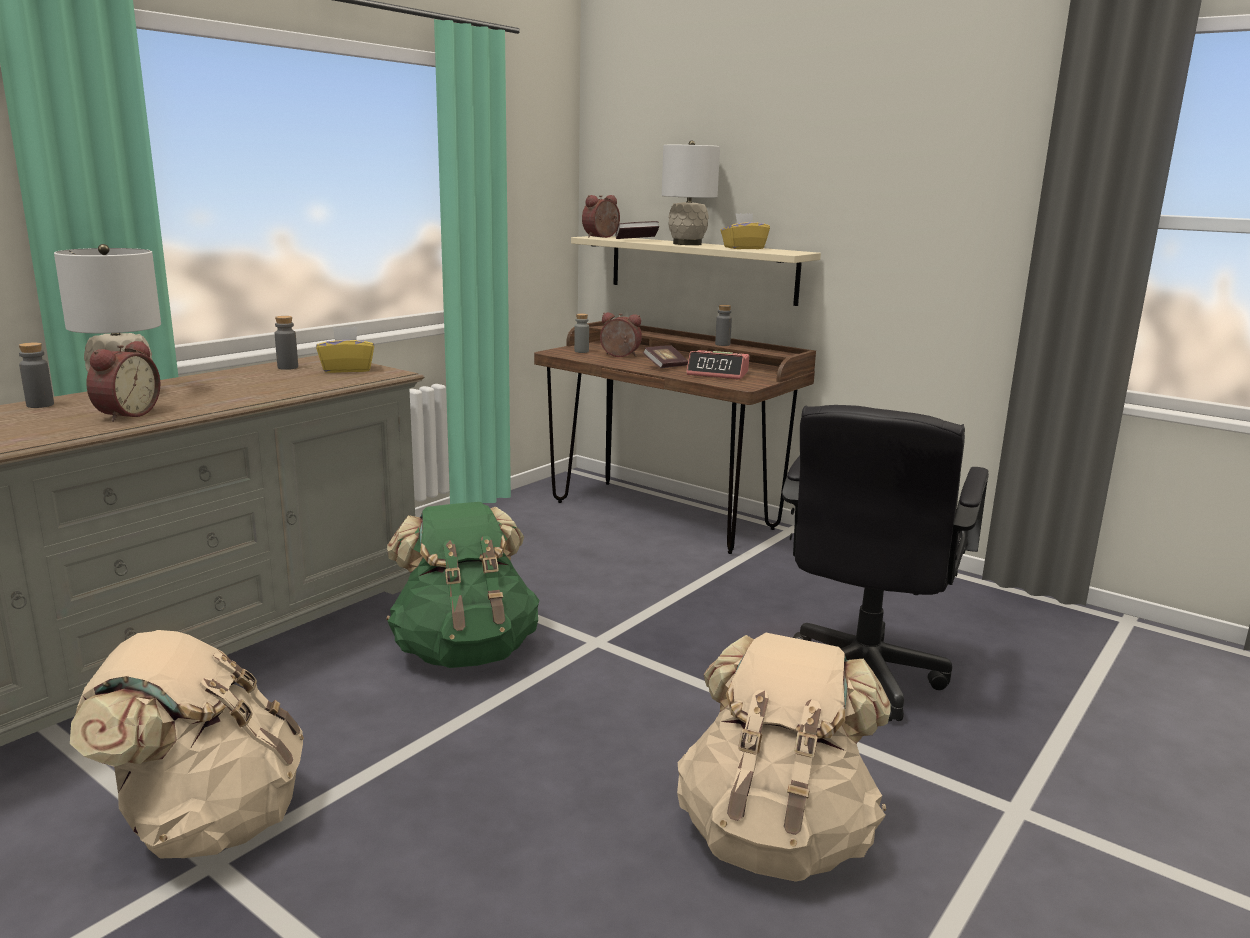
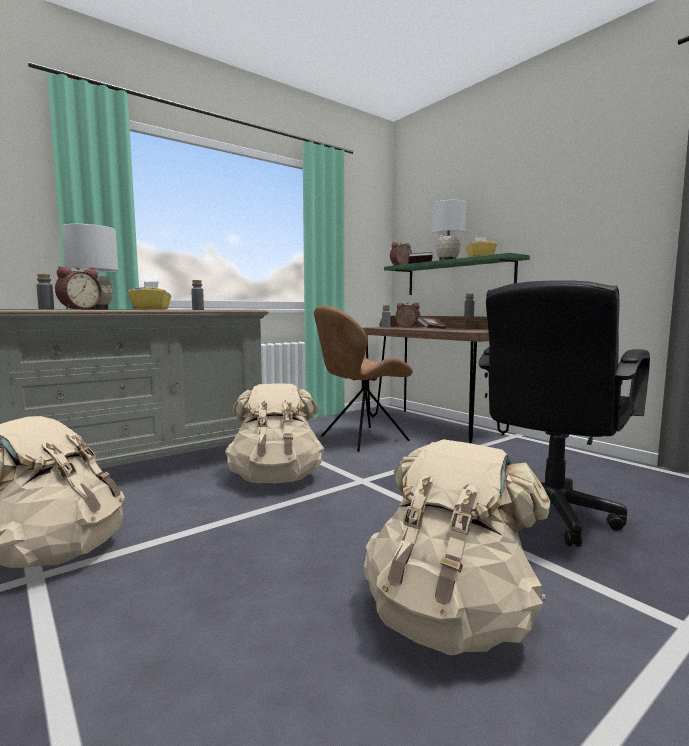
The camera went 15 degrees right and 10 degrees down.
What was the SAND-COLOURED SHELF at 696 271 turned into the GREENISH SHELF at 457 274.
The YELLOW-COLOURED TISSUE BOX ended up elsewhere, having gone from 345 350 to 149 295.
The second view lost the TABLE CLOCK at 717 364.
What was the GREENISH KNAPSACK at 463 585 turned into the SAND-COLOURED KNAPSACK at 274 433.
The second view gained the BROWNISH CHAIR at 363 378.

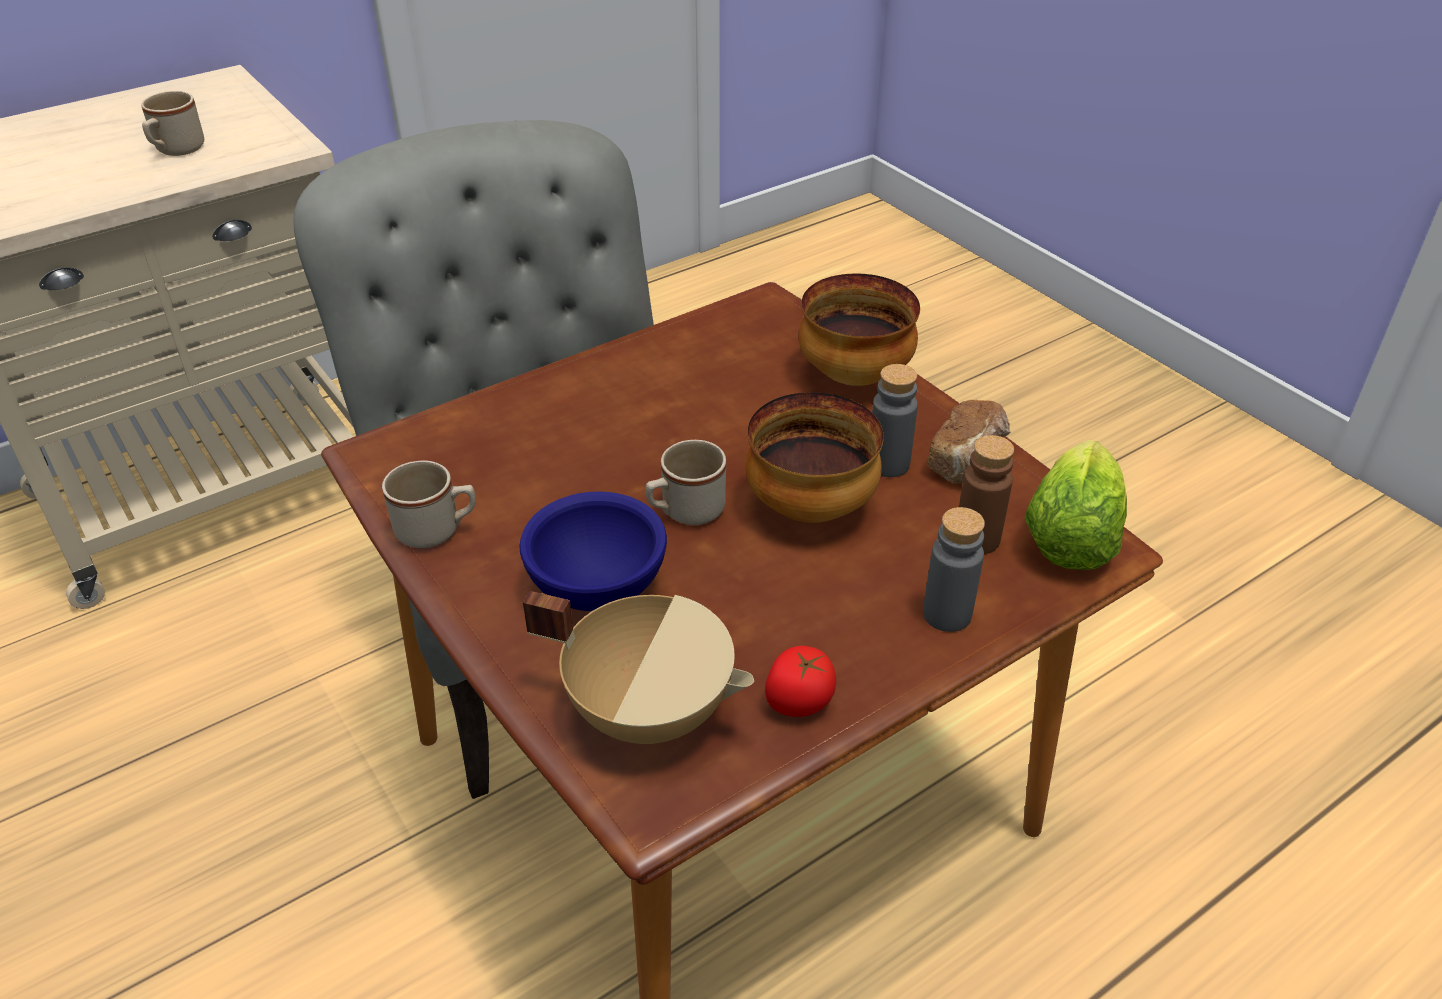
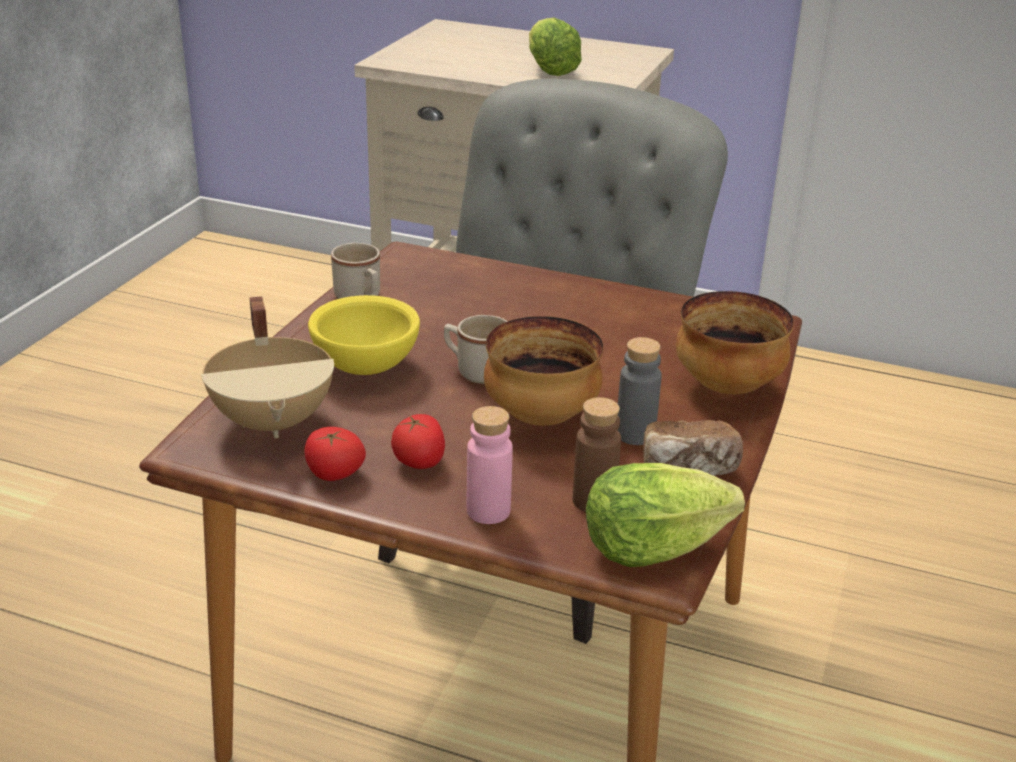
The camera went 55 degrees right and 10 degrees down.
Where the SAND-COLOURED COFFEE MUG stood at 172 123, the HEAD OF LETTUCE came to stand at 555 47.
What was the BLUISH BOWL at 593 551 turned into the YELLOW-COLOURED BOWL at 364 335.
What was the GREYISH BOTTLE at 954 569 turned into the PINK BOTTLE at 490 465.
The second view gained the TOMATO at 418 441.

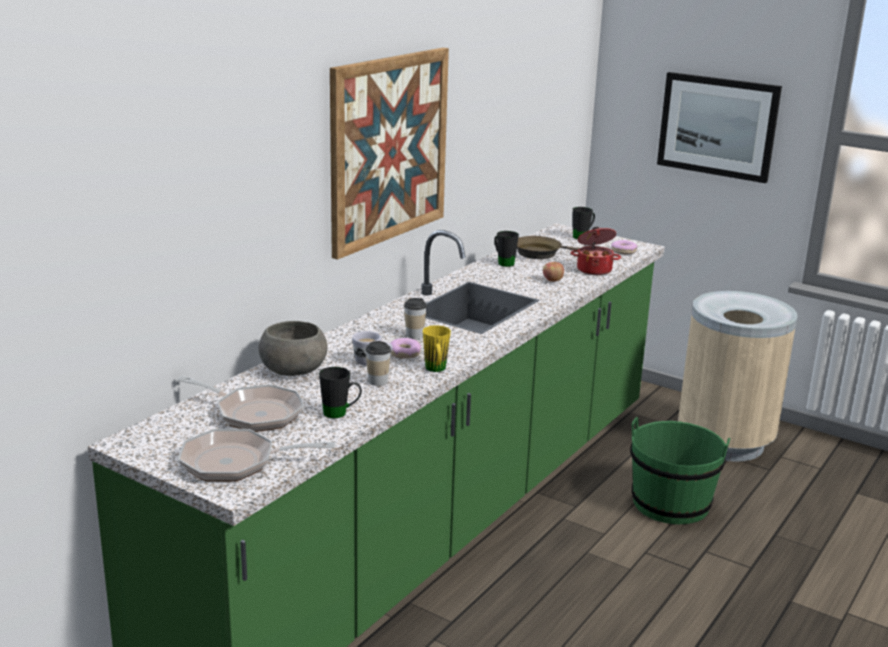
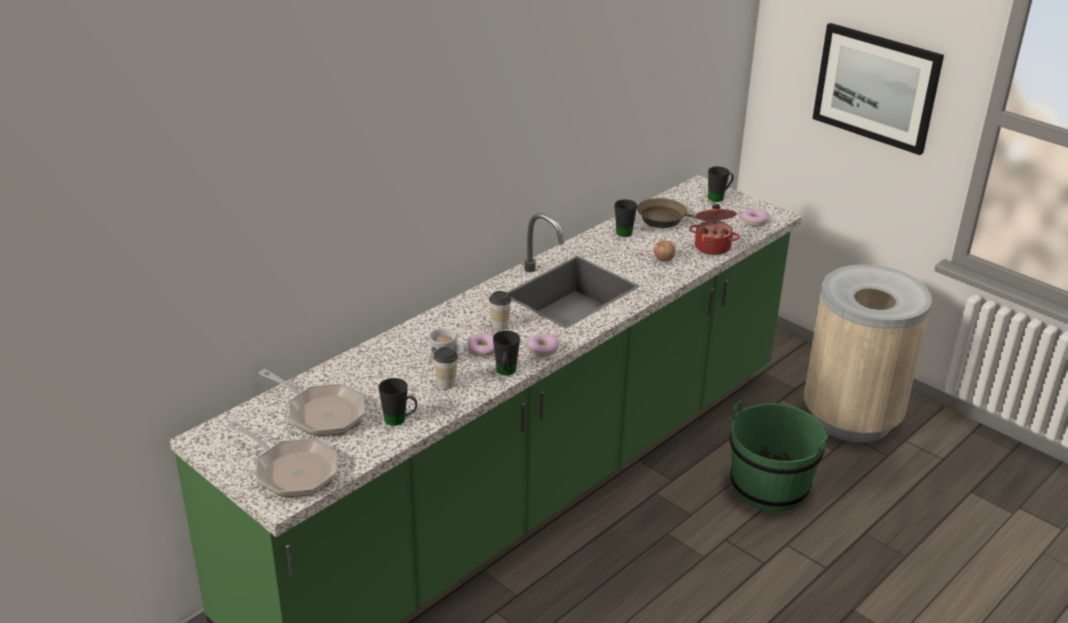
The camera went 10 degrees right and 10 degrees up.
The second view lost the WALL ART at 389 154.
The second view lost the GREYISH BOWL at 293 348.
What was the YELLOW-COLOURED COFFEE MUG at 437 348 turned into the BLACKISH COFFEE MUG at 506 353.
The FRYING PAN at 256 455 ended up facing another way, 150 degrees counterclockwise from before.
The second view gained the RING DOUGHNUT at 543 345.

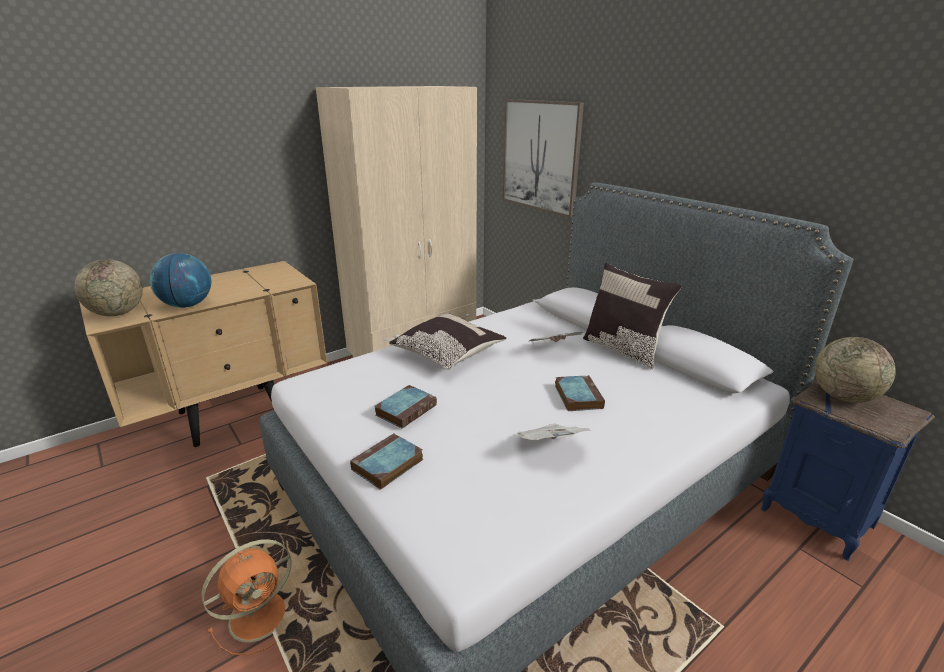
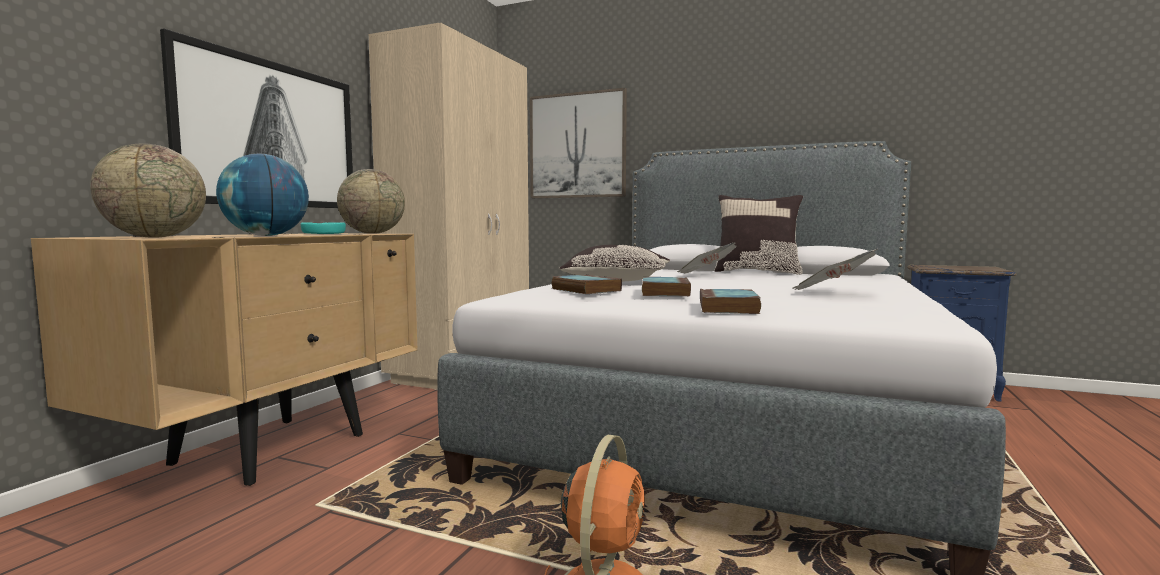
The camera went 30 degrees left and 20 degrees down.
The GLOBE ended up elsewhere, having gone from 855 370 to 371 201.
The BOUND BOOK ended up elsewhere, having gone from 580 393 to 587 284.
The second view gained the WALL ART at 256 118.
The second view gained the TURQUOISE-COLOURED BOWL at 323 228.

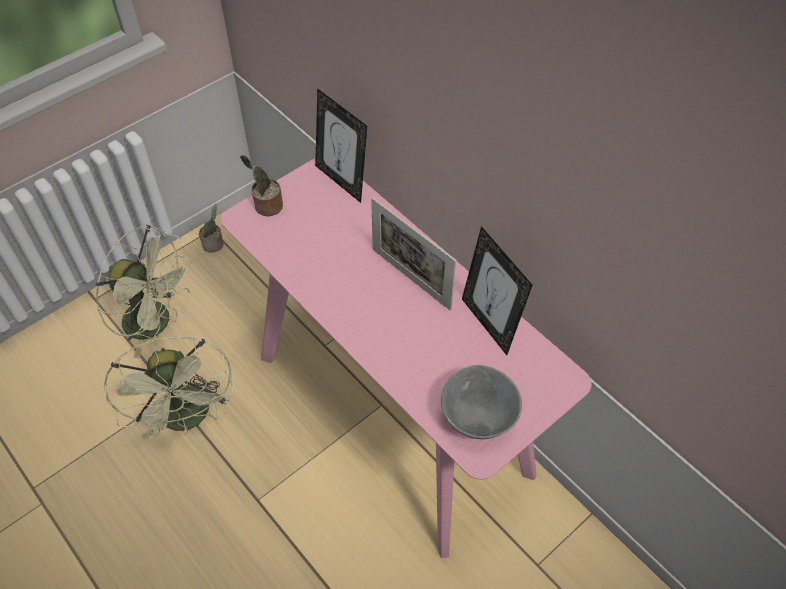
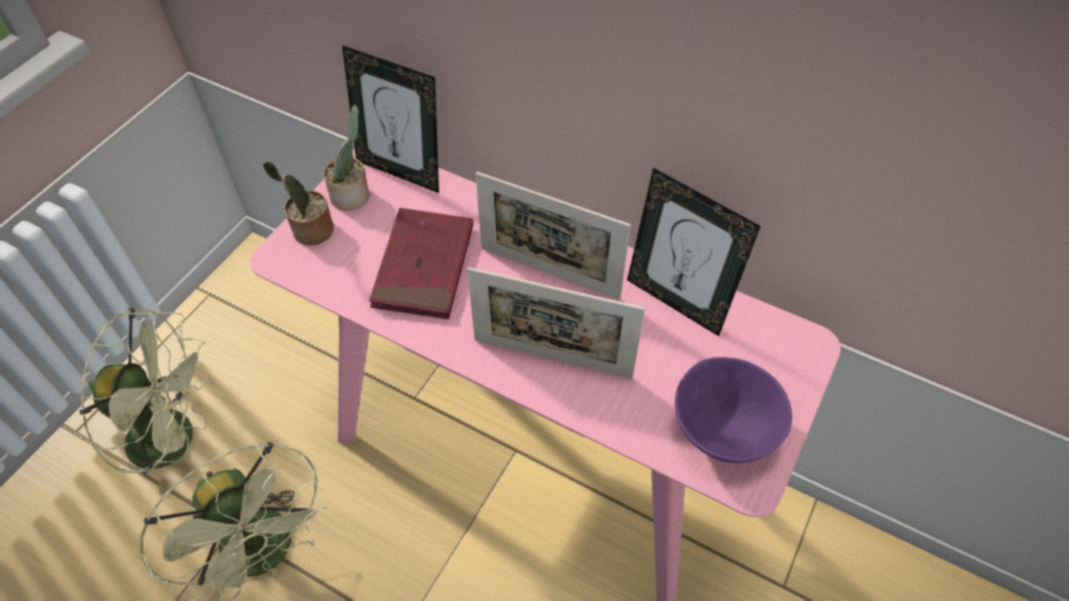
The camera went 20 degrees left and 0 degrees up.
The PLANT IN A POT ended up elsewhere, having gone from 211 228 to 346 158.
What was the GREYISH BOWL at 481 402 turned into the PURPLISH BOWL at 733 410.
The second view gained the RED-COLOURED BOUND BOOK at 421 263.
The second view gained the PICTURE FRAME at 556 323.

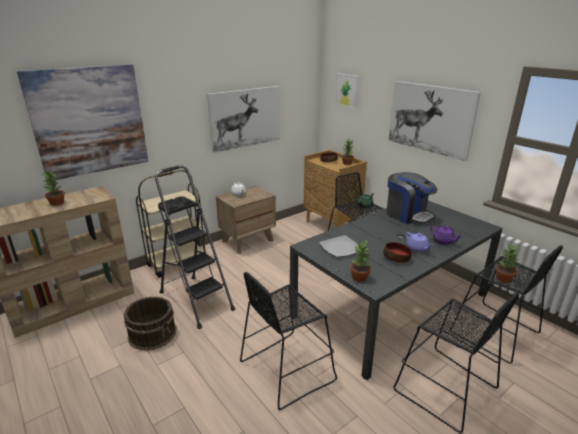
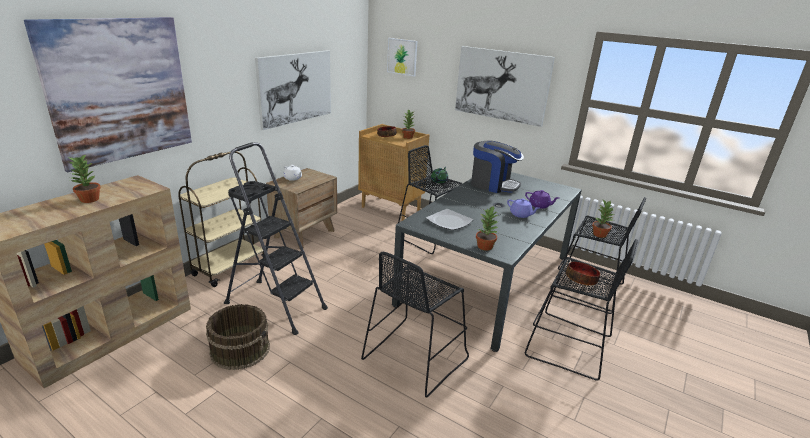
The camera went 20 degrees left and 0 degrees up.
The BOWL ended up elsewhere, having gone from 397 252 to 583 274.

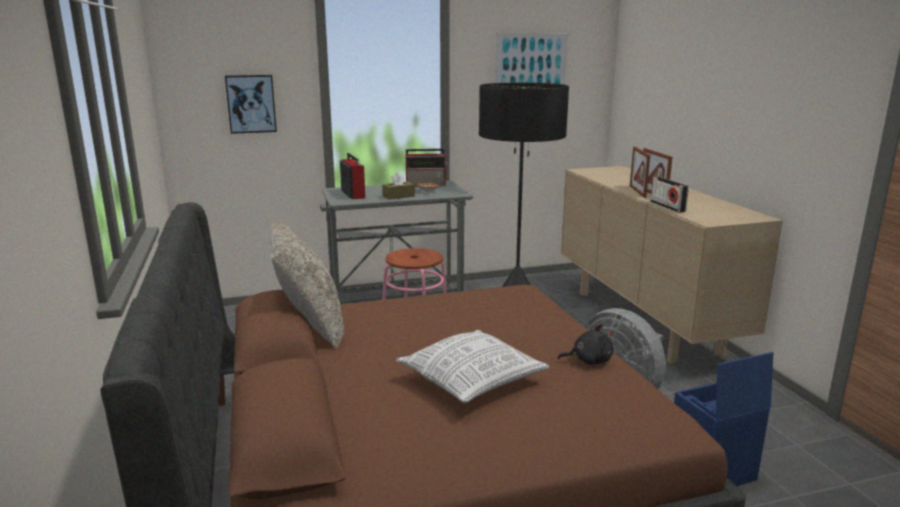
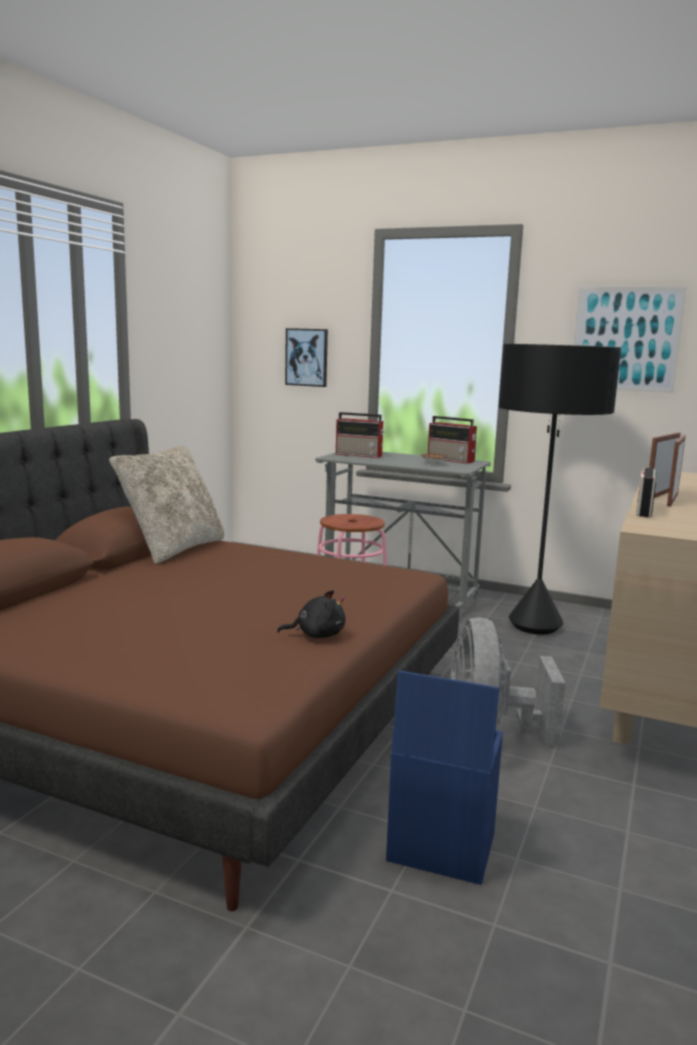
The camera went 40 degrees right and 5 degrees down.
The RADIO SET at 352 176 ended up facing another way, 90 degrees clockwise from before.
The second view lost the BROWNISH TISSUE BOX at 398 186.
The BLACKISH CUDDLY TOY at 586 344 ended up facing another way, 45 degrees counterclockwise from before.
The second view lost the CUSHION at 473 366.

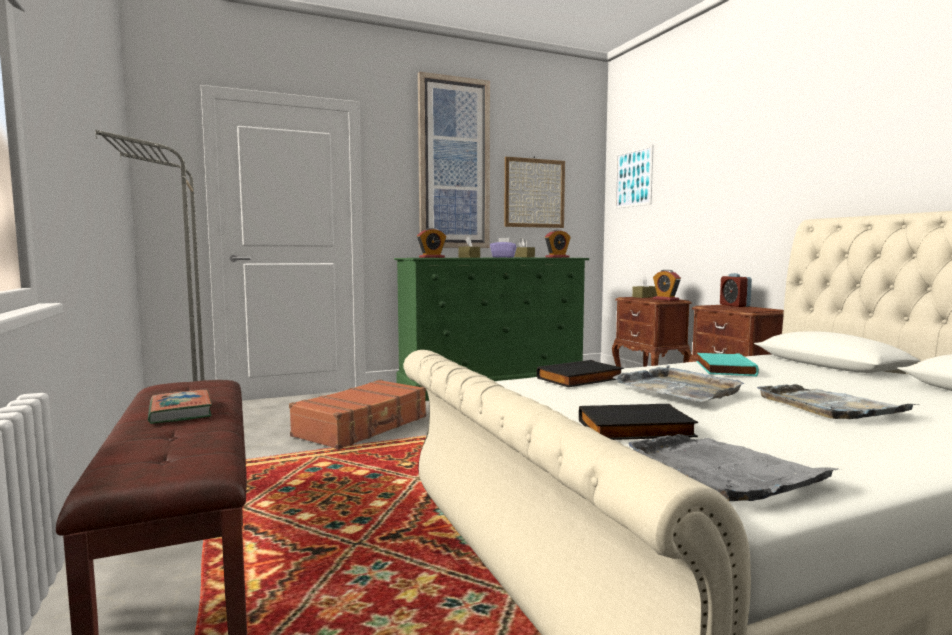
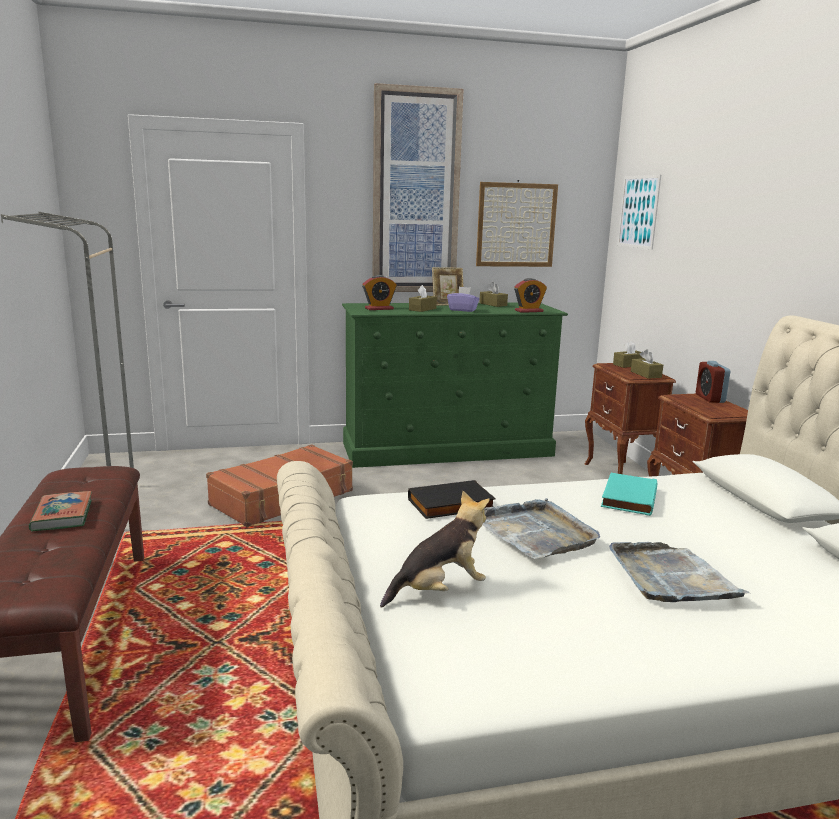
The camera went 10 degrees right and 10 degrees up.
Where the TABLE CLOCK stood at 667 285, the BROWNISH TISSUE BOX came to stand at 647 364.
Where the BLACKISH BOUND BOOK stood at 638 422, the CUDDLY TOY came to stand at 435 549.
The second view lost the GREYISH TRAY at 733 467.
The second view gained the PICTURE FRAME at 448 286.

